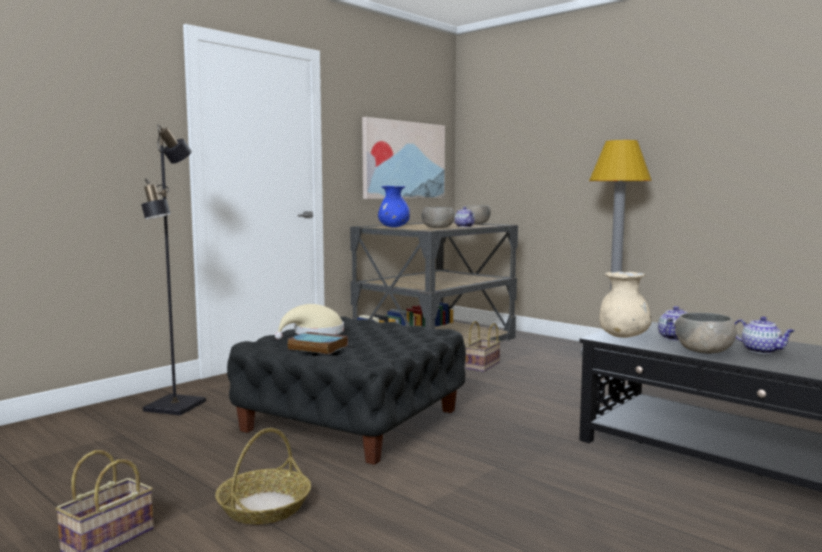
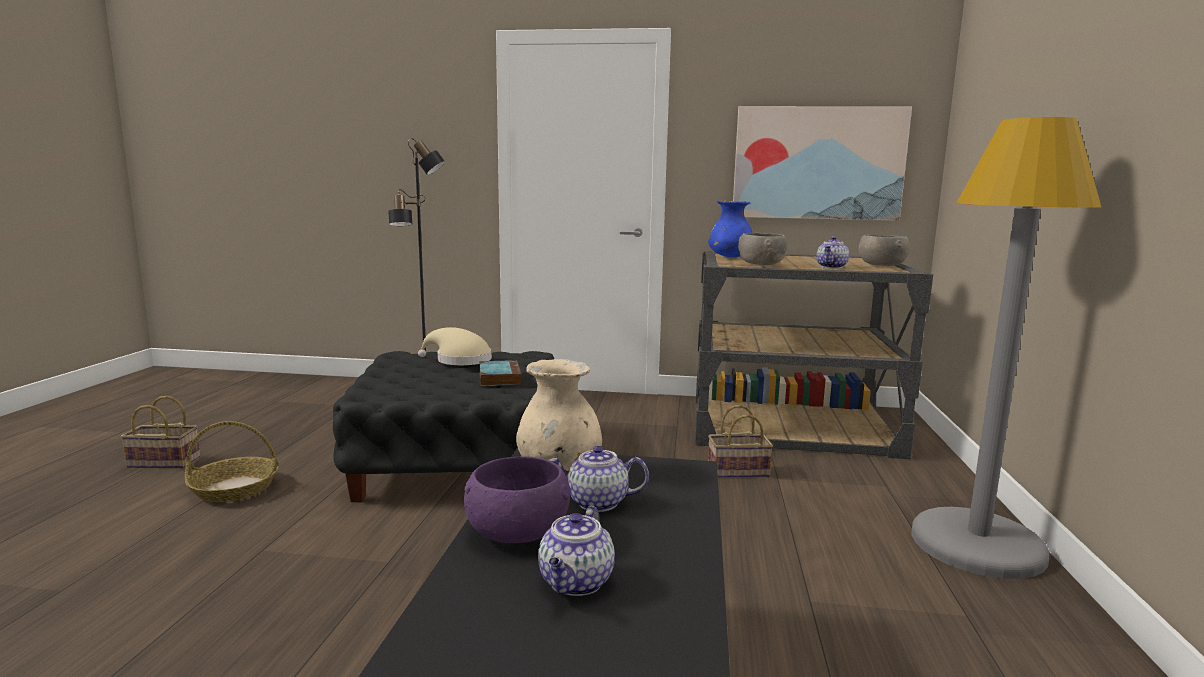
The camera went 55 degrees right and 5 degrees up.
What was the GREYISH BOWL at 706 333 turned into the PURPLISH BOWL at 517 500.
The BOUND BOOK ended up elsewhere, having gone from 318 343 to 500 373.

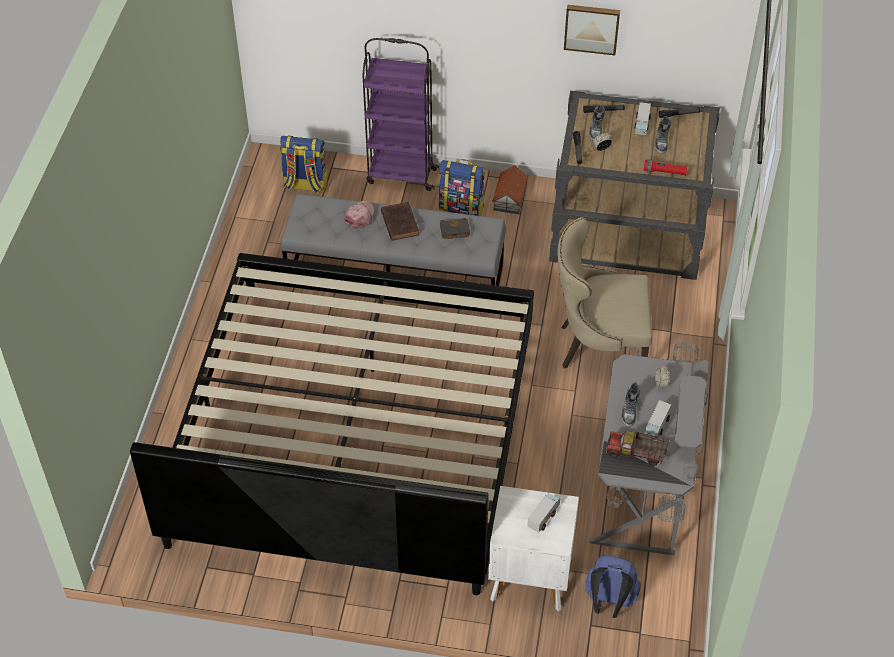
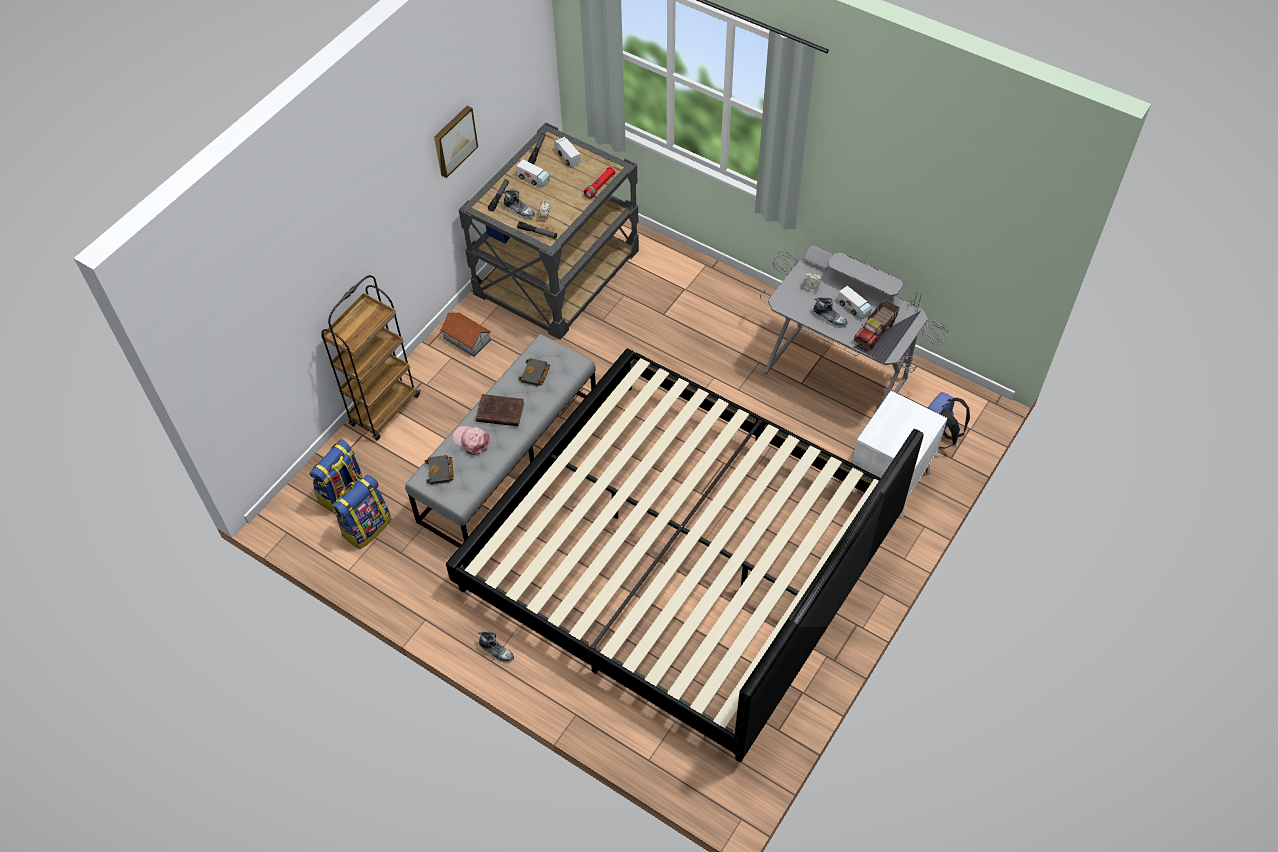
The camera went 65 degrees left and 5 degrees up.
What was the PURPLISH WHEELED CART at 401 114 turned into the BROWNISH WHEELED CART at 371 357.
The LOW SHOE ended up elsewhere, having gone from 663 134 to 496 647.
The KNAPSACK ended up elsewhere, having gone from 461 187 to 362 512.
The second view lost the SAND-COLOURED CHAIR at 605 292.
The MODEL TRUCK ended up elsewhere, having gone from 543 513 to 568 152.
The second view gained the BLACKISH BOUND BOOK at 439 470.

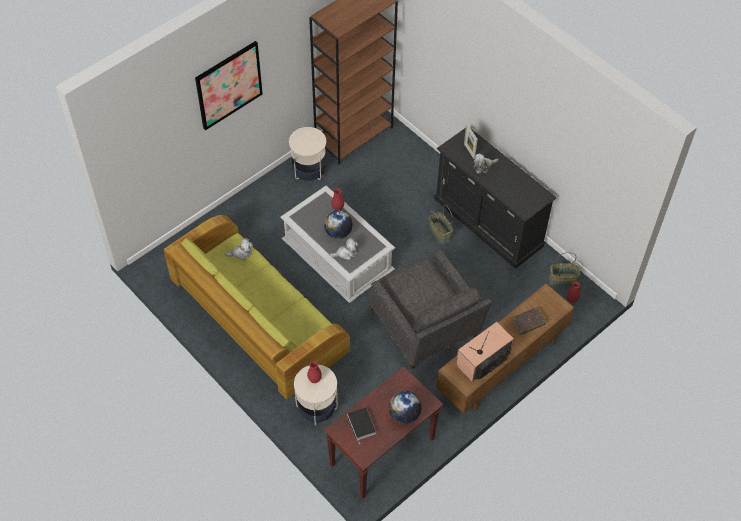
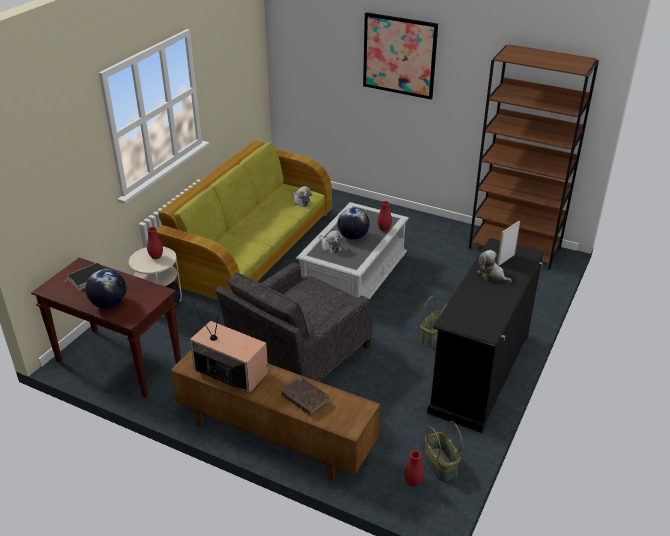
The camera went 70 degrees right and 20 degrees down.
The second view lost the SAND-COLOURED ACCENT TABLE at 307 154.

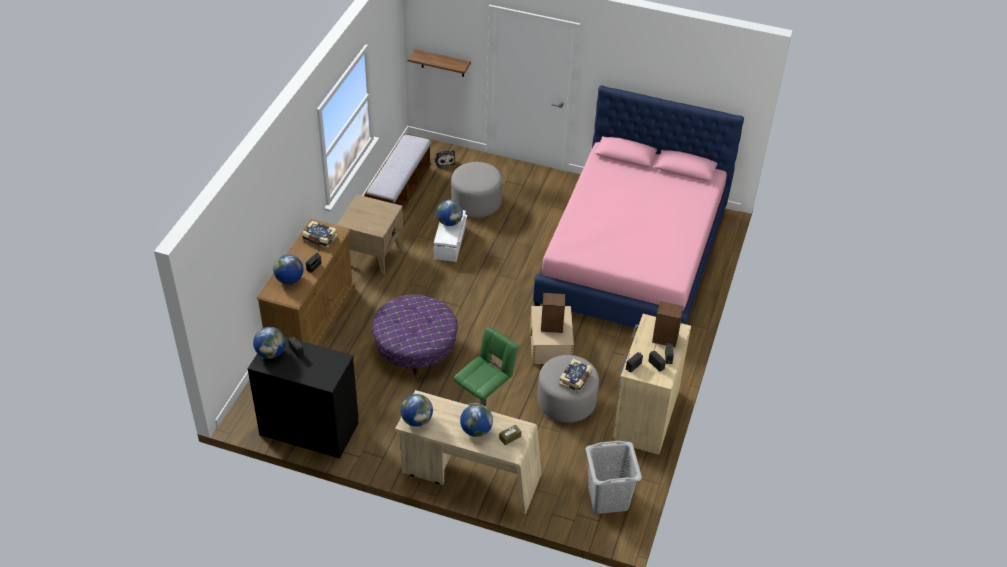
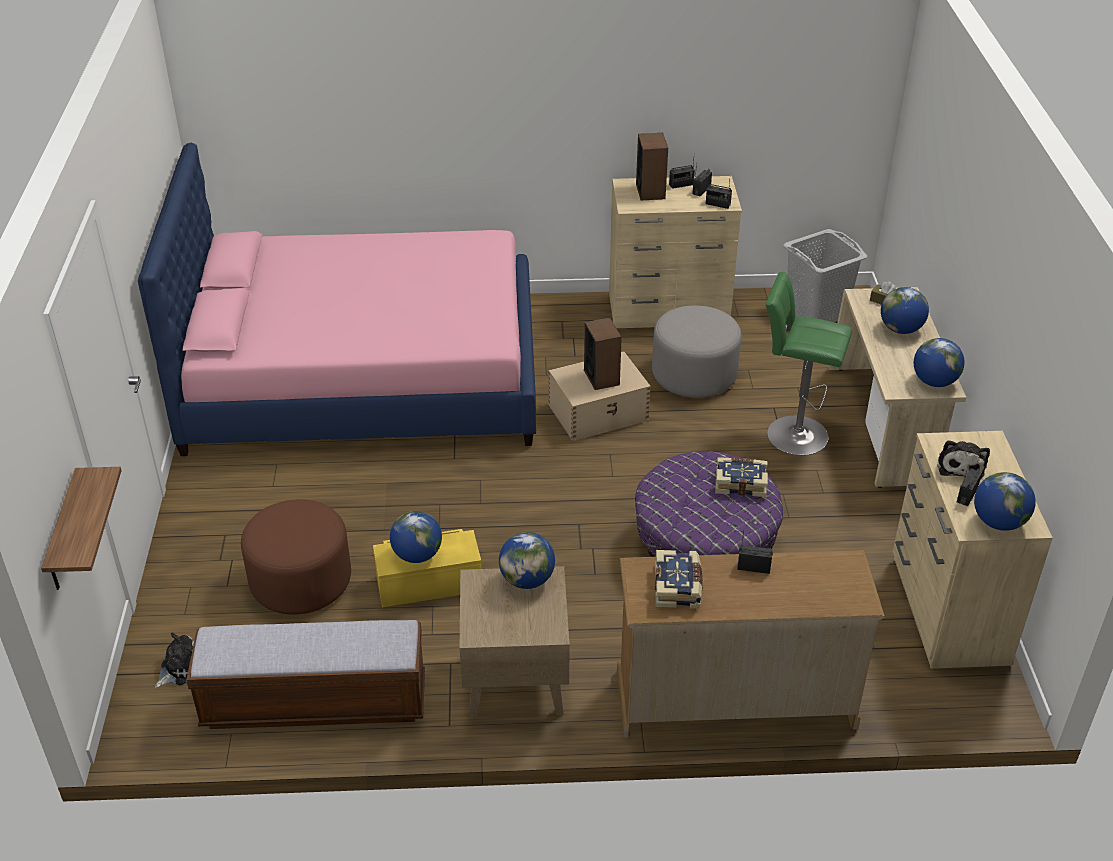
The camera went 110 degrees left and 5 degrees down.
What was the GREYISH OTTOMAN at 477 190 turned into the BROWNISH OTTOMAN at 296 557.
What was the WHITISH STORAGE BOX at 450 236 turned into the YELLOW-COLOURED STORAGE BOX at 427 568.
The GLOBE ended up elsewhere, having gone from 288 269 to 527 560.
What was the BLACKISH DRESSER at 303 397 turned into the SAND-COLOURED DRESSER at 973 550.
The BOUND BOOK ended up elsewhere, having gone from 575 376 to 741 477.
The second view gained the CUDDLY TOY at 963 459.

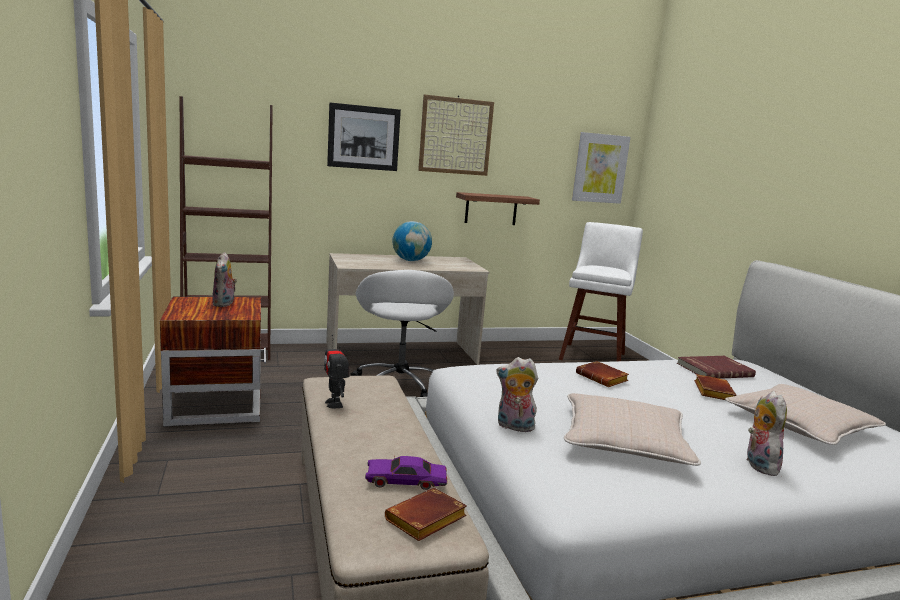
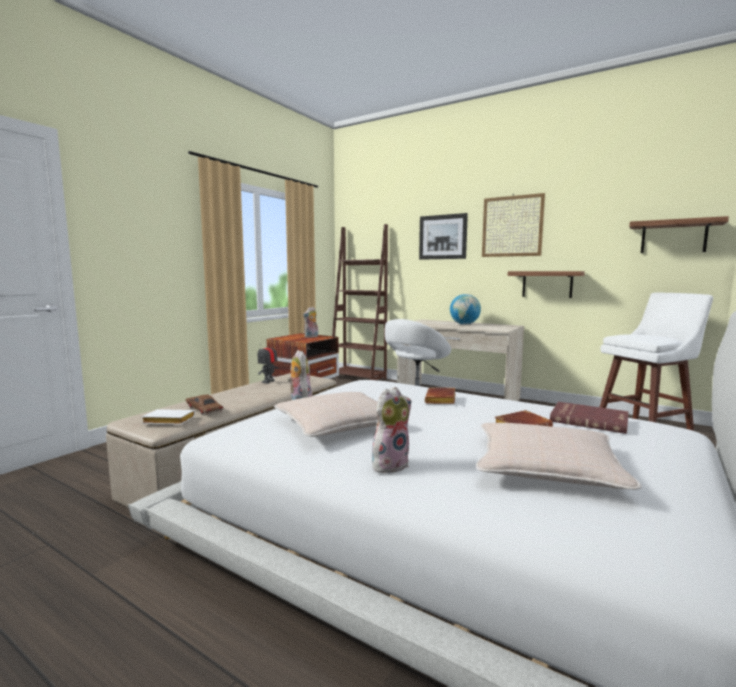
The camera went 50 degrees right and 5 degrees down.
Where the WALL ART hung at 601 168, the SHELF came to hang at 679 234.
What was the PURPLISH TOY CAR at 406 473 turned into the BROWNISH TOY CAR at 204 404.
What was the BROWNISH BOUND BOOK at 426 514 turned into the WHITISH BOUND BOOK at 168 417.

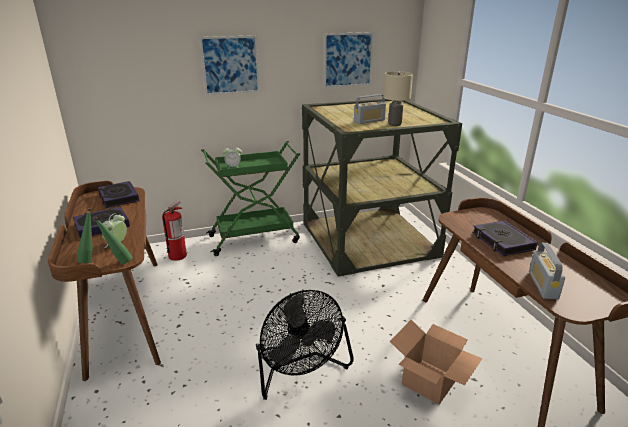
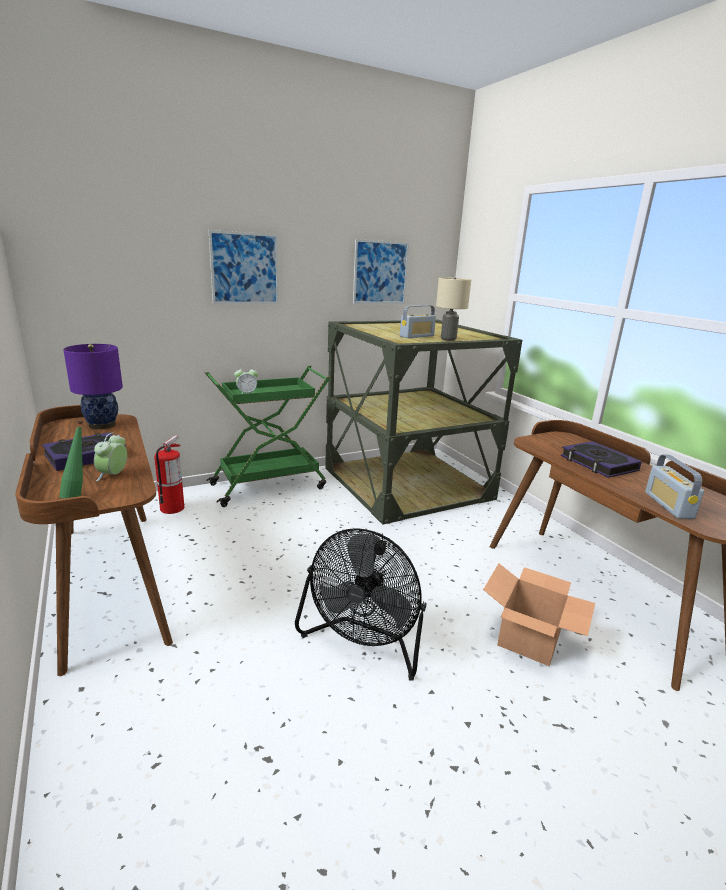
The camera went 10 degrees left and 5 degrees down.
Where the BOUND BOOK stood at 119 194, the PURPLISH LAMP FOR A TABLE came to stand at 93 386.
The second view lost the GREENISH BOTTLE at 112 240.
The BLACKISH COOLING FAN at 305 345 ended up facing another way, 60 degrees clockwise from before.

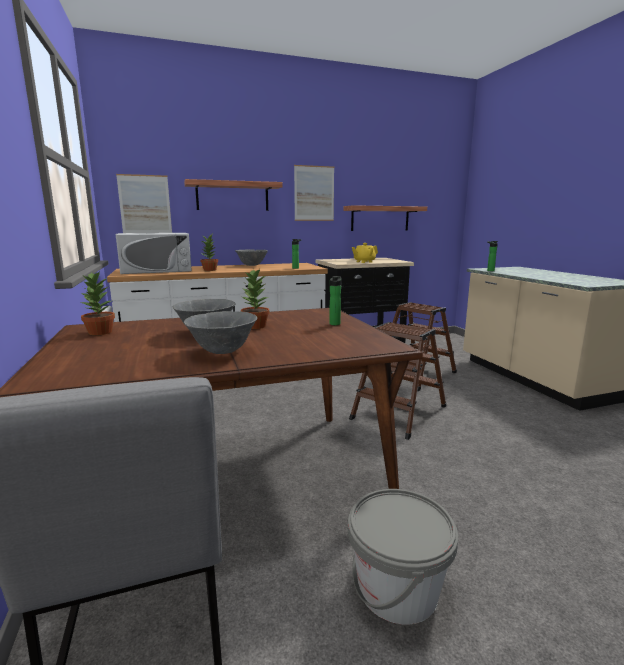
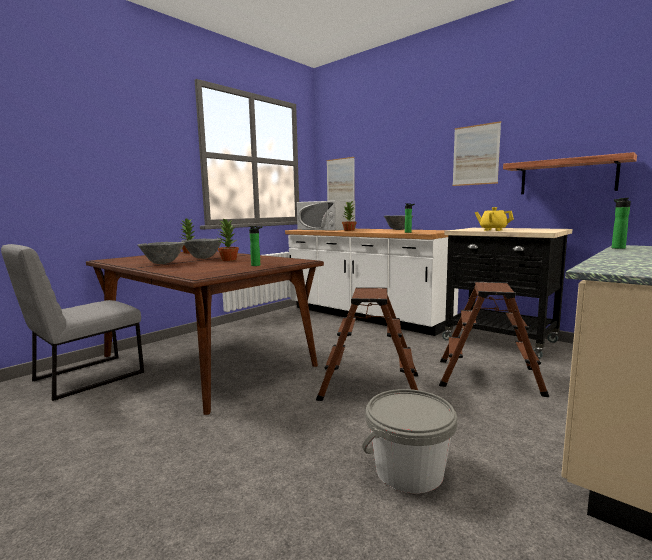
The camera went 60 degrees right and 5 degrees down.
The second view lost the SHELF at 233 195.
The GREYISH WATER BUCKET ended up elsewhere, having gone from 403 557 to 409 441.

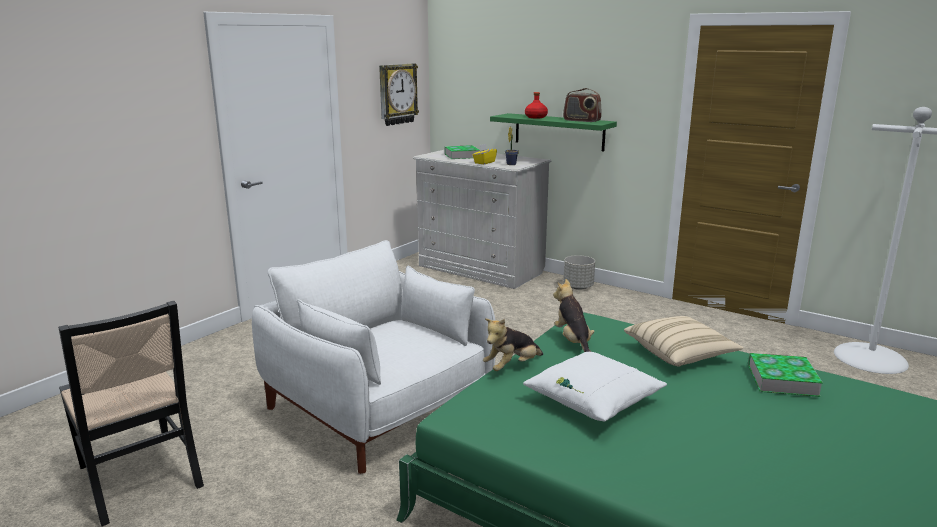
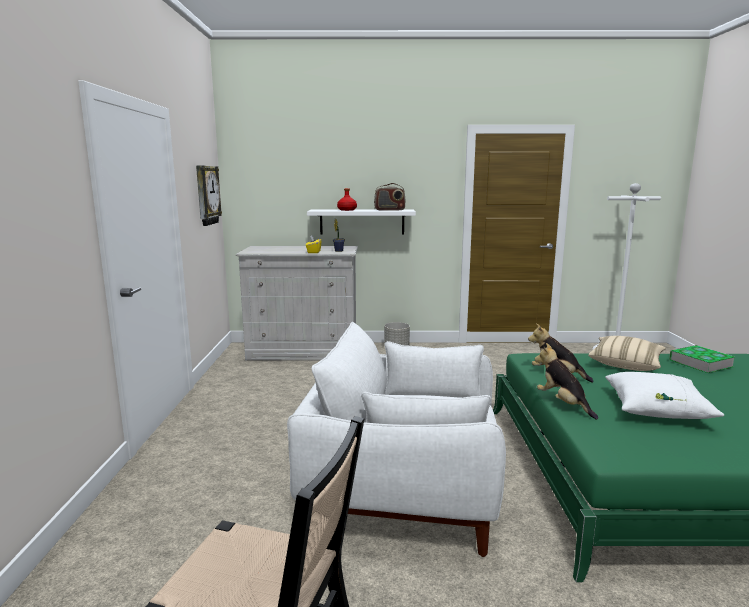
The camera went 35 degrees left and 5 degrees down.
What was the GREENISH SHELF at 553 132 turned into the WHITISH SHELF at 361 222.
The second view lost the BOUND BOOK at 462 152.
The CUDDLY TOY at 513 345 ended up facing another way, 135 degrees clockwise from before.

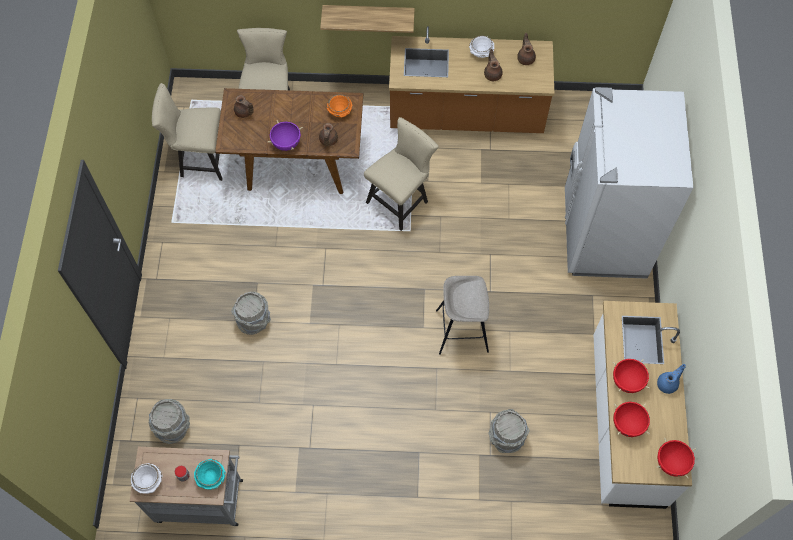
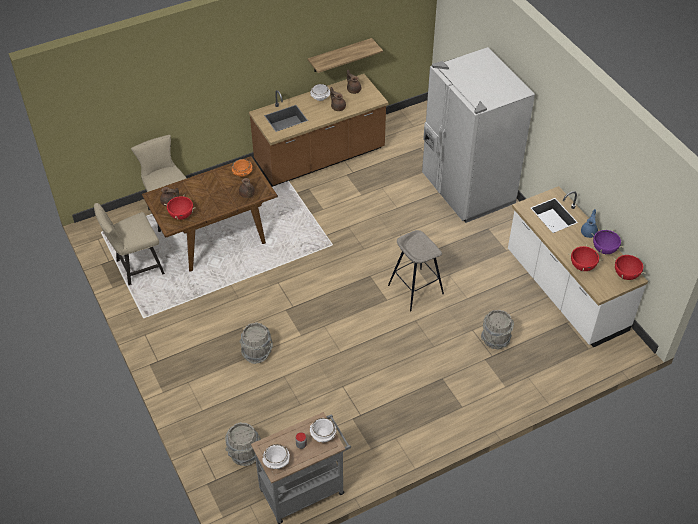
The camera went 30 degrees left and 15 degrees down.
The SHELF ended up elsewhere, having gone from 367 19 to 345 55.
The second view lost the SAND-COLOURED CHAIR at 401 174.
The PURPLISH STOCKPOT ended up elsewhere, having gone from 285 135 to 607 242.
The RED-COLOURED STOCKPOT ended up elsewhere, having gone from 631 376 to 179 207.
What was the TURQUOISE-COLOURED BOWL at 210 474 turned into the WHITISH BOWL at 323 430.

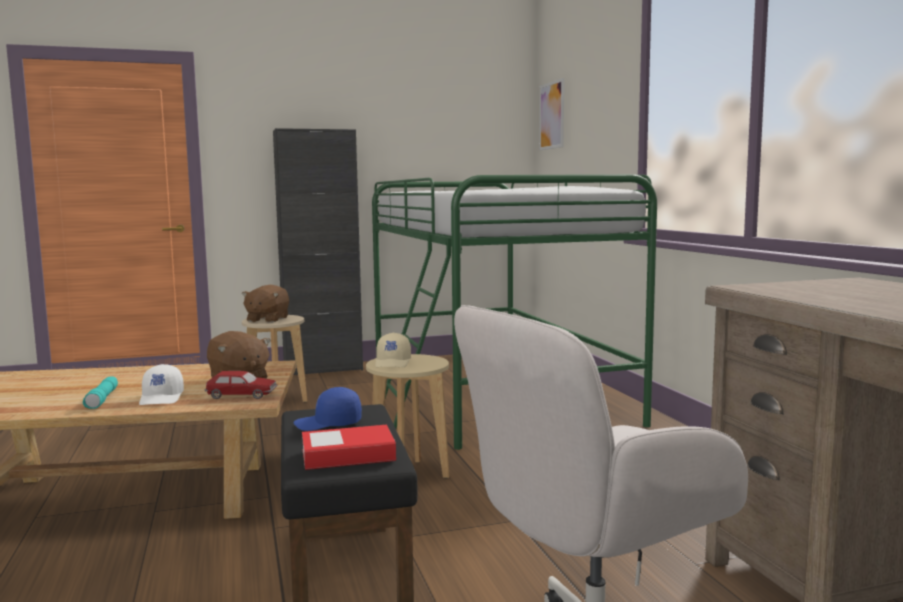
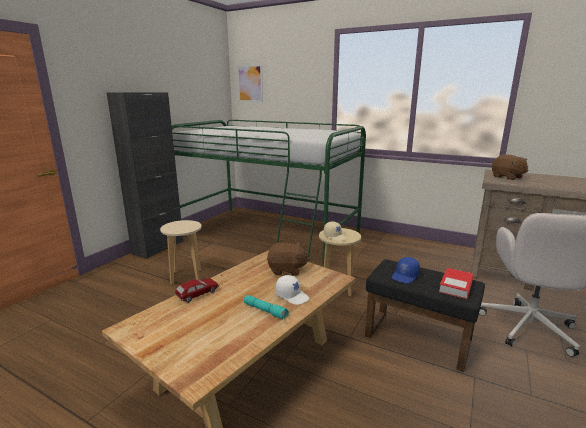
The camera went 45 degrees left and 10 degrees up.
The BROWNISH CUDDLY TOY ended up elsewhere, having gone from 265 304 to 510 167.
The TOY CAR ended up elsewhere, having gone from 241 385 to 196 291.

